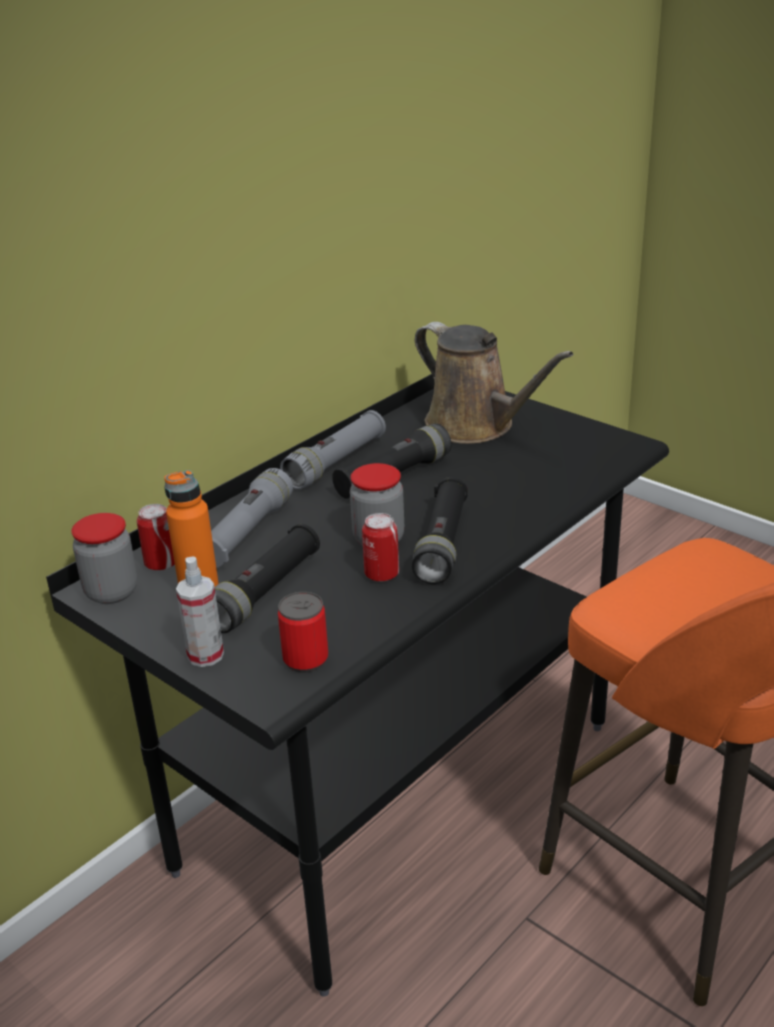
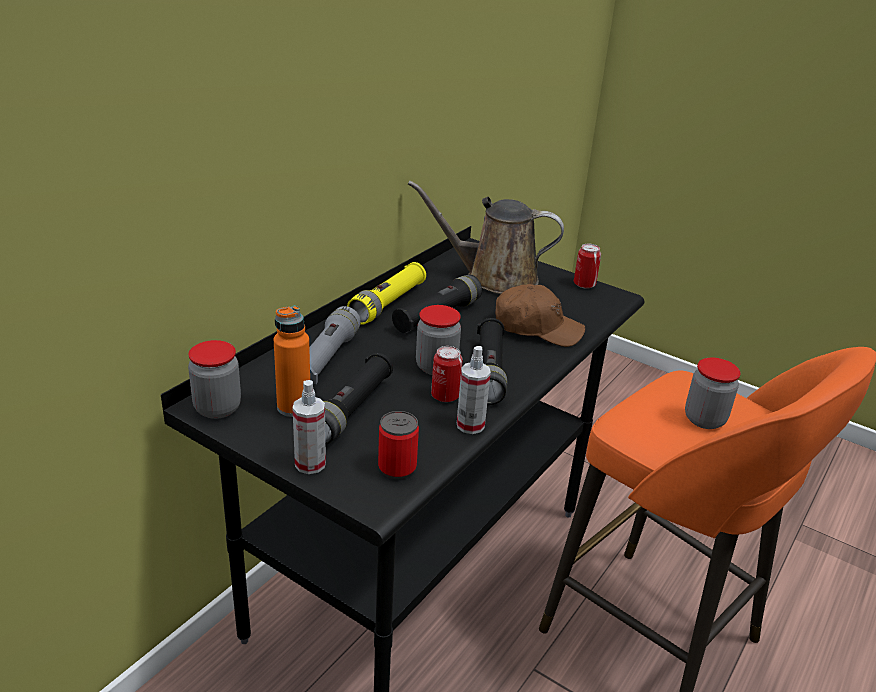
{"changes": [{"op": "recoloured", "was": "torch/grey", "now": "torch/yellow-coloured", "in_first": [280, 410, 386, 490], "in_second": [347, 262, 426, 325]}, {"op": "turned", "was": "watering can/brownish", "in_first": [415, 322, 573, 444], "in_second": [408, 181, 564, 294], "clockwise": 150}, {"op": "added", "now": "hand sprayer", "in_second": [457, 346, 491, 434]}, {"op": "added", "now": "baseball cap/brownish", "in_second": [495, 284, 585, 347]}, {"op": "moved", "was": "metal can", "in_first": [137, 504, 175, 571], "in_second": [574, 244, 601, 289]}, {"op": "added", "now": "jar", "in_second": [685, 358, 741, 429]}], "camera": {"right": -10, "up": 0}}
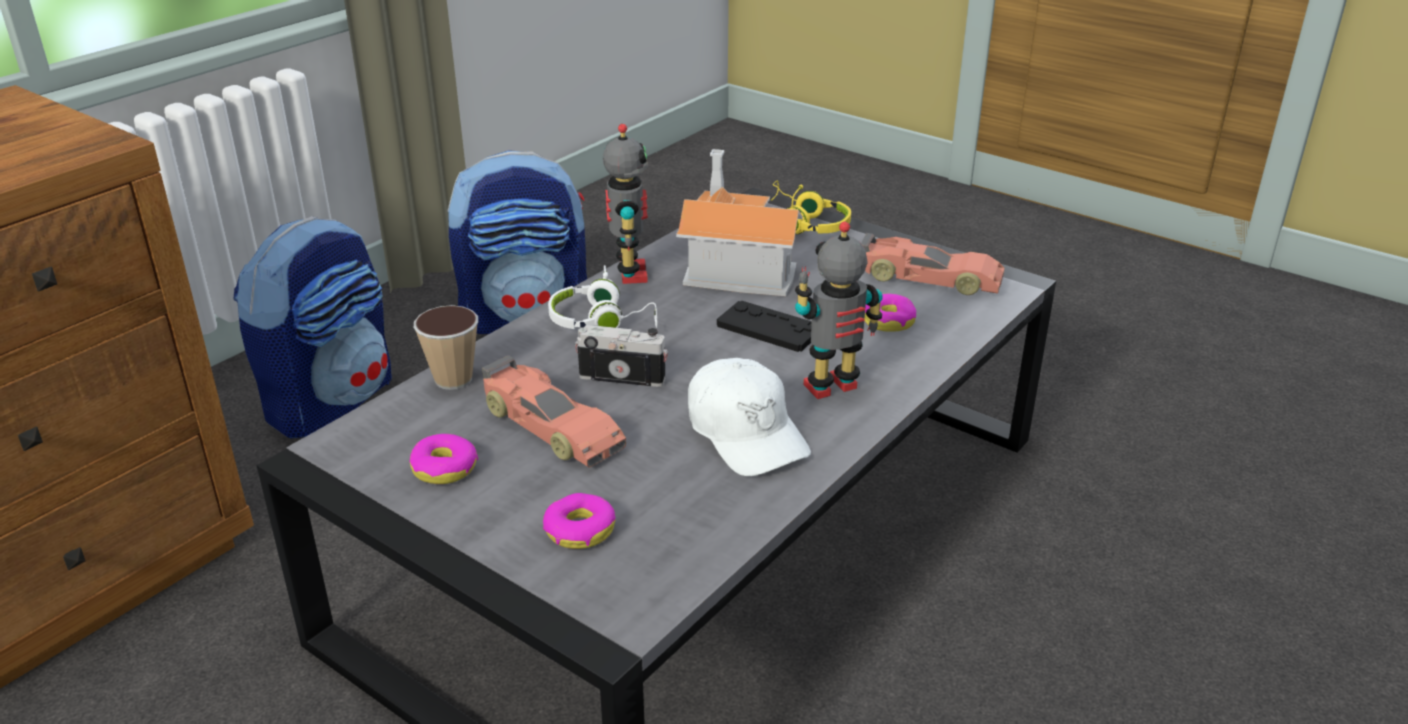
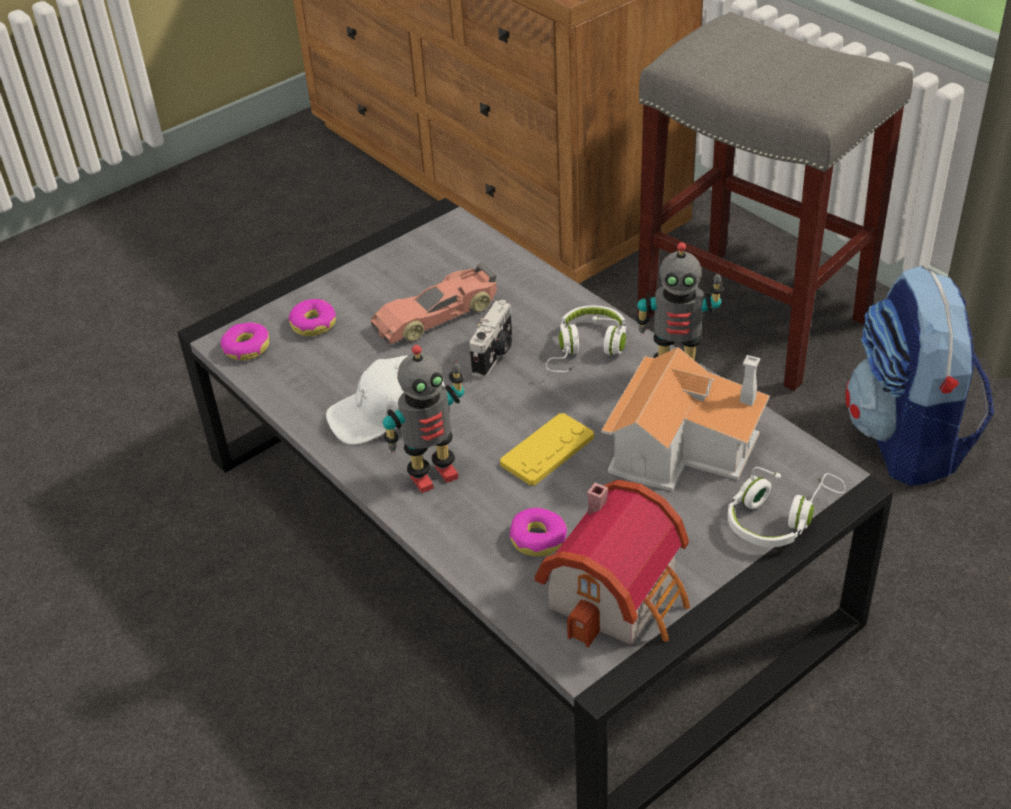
{"changes": [{"op": "moved", "was": "donut", "in_first": [409, 434, 478, 484], "in_second": [220, 322, 269, 360]}, {"op": "turned", "was": "model robot", "in_first": [795, 221, 883, 399], "in_second": [383, 345, 464, 493], "clockwise": 75}, {"op": "recoloured", "was": "joypad/black-coloured", "now": "joypad/yellow-coloured", "in_first": [717, 301, 812, 352], "in_second": [500, 413, 594, 486]}, {"op": "replaced", "was": "model car", "now": "miniature house", "in_first": [861, 233, 1005, 295], "in_second": [535, 480, 690, 647]}, {"op": "replaced", "was": "rucksack", "now": "stool/grey", "in_first": [233, 216, 392, 438], "in_second": [637, 12, 913, 391]}, {"op": "recoloured", "was": "headset/yellow-coloured", "now": "headset/whitish", "in_first": [770, 180, 851, 234], "in_second": [728, 467, 846, 547]}, {"op": "removed", "was": "drinking cup", "in_first": [414, 305, 478, 390]}], "camera": {"right": 105, "up": 10}}
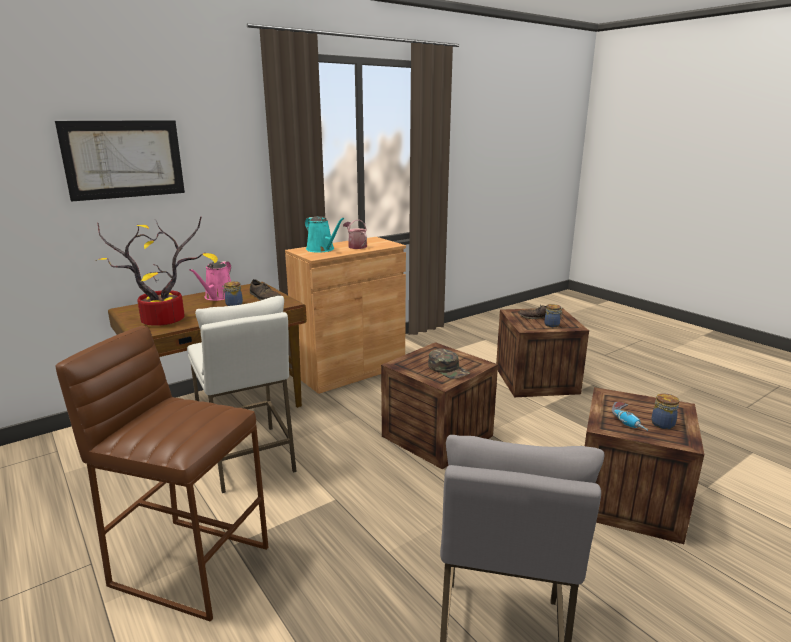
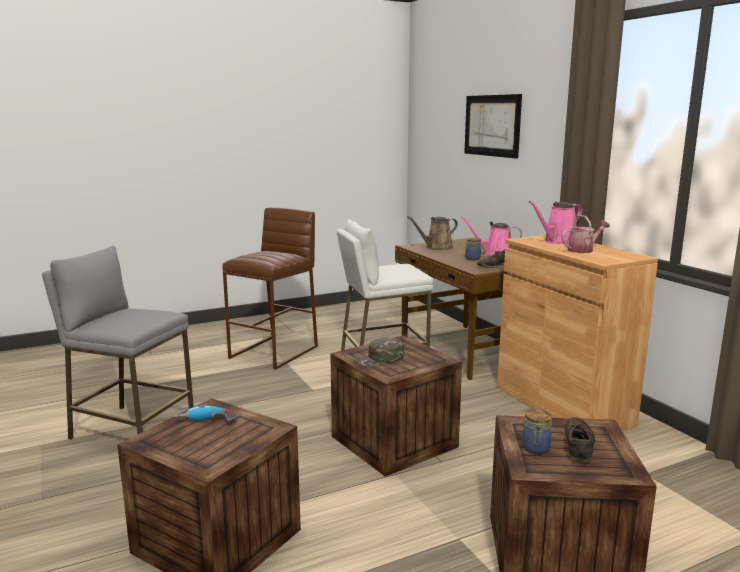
{"changes": [{"op": "replaced", "was": "plant in a pot", "now": "watering can/brownish", "in_first": [98, 217, 218, 326], "in_second": [407, 216, 458, 250]}, {"op": "recoloured", "was": "watering can/turquoise", "now": "watering can/pinkish", "in_first": [305, 216, 344, 252], "in_second": [529, 201, 582, 244]}, {"op": "removed", "was": "jar", "in_first": [652, 393, 679, 429]}], "camera": {"right": 100, "up": -5}}
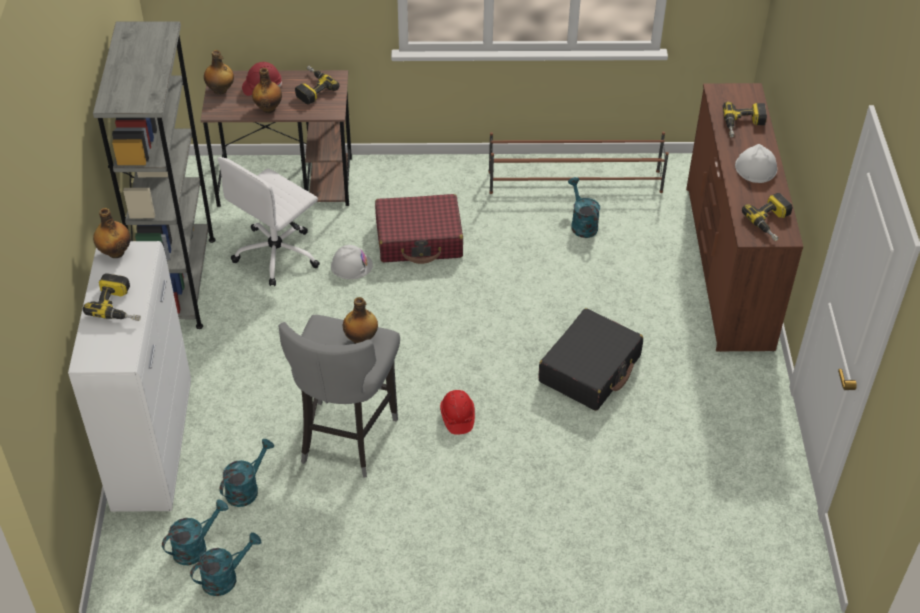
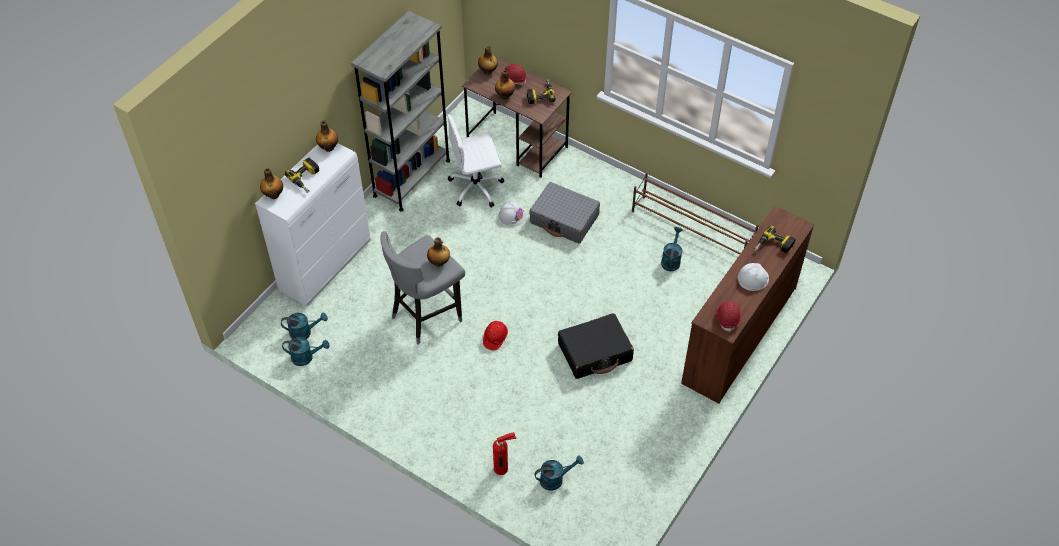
{"changes": [{"op": "added", "now": "bottle", "in_second": [260, 168, 283, 199]}, {"op": "added", "now": "extinguisher", "in_second": [493, 432, 516, 475]}, {"op": "recoloured", "was": "travel case/red", "now": "travel case/grey", "in_first": [375, 194, 463, 264], "in_second": [529, 182, 600, 244]}, {"op": "moved", "was": "watering can/turquoise", "in_first": [219, 439, 274, 507], "in_second": [535, 455, 584, 491]}, {"op": "replaced", "was": "drill", "now": "safety helmet/red", "in_first": [742, 193, 792, 241], "in_second": [716, 301, 742, 332]}], "camera": {"right": 35, "up": 5}}
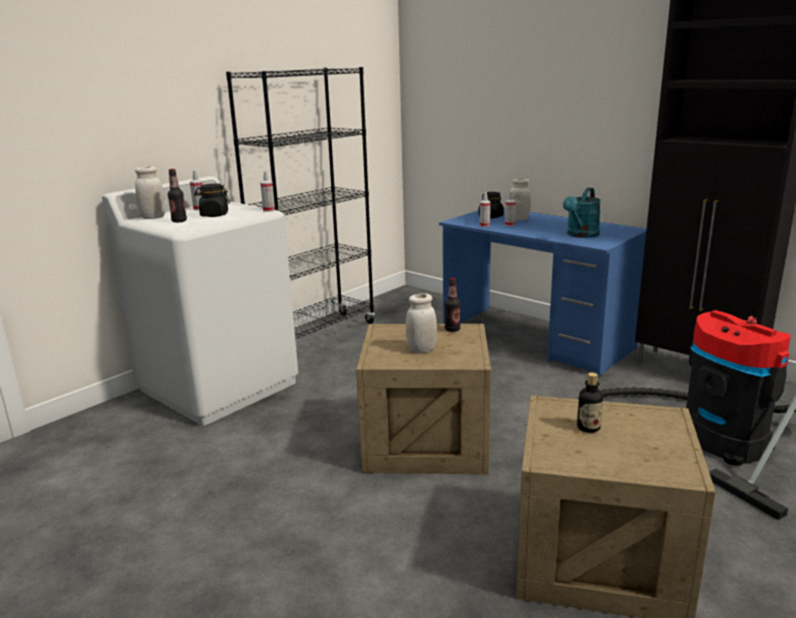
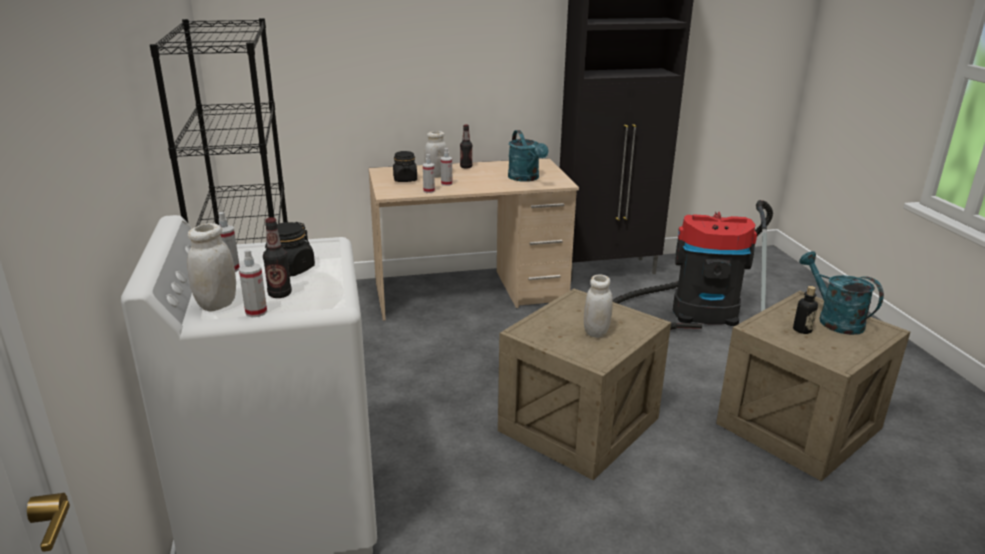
{"changes": [{"op": "moved", "was": "hand sprayer", "in_first": [260, 171, 275, 212], "in_second": [239, 249, 267, 317]}, {"op": "recoloured", "was": "desk unit/bluish", "now": "desk unit/sand-coloured", "in_first": [439, 209, 647, 376], "in_second": [369, 158, 579, 321]}, {"op": "moved", "was": "bottle", "in_first": [445, 278, 460, 332], "in_second": [460, 124, 473, 169]}, {"op": "added", "now": "watering can/turquoise", "in_second": [799, 251, 884, 335]}], "camera": {"right": -55, "up": 5}}
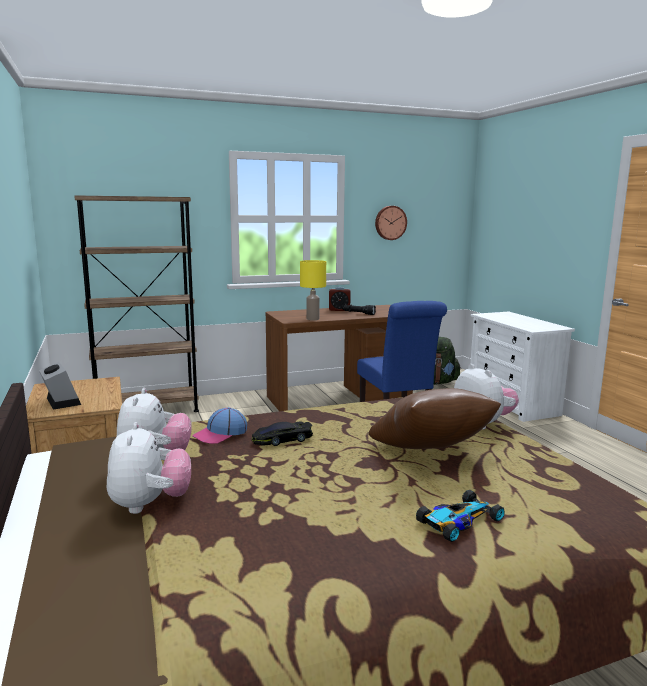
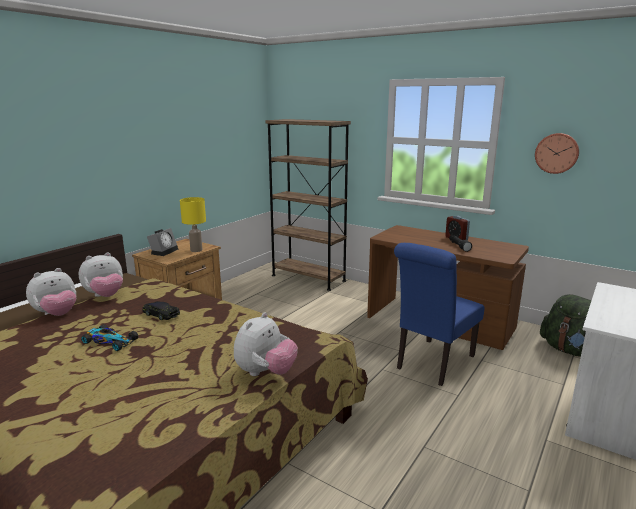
{"changes": [{"op": "moved", "was": "model car", "in_first": [416, 490, 505, 542], "in_second": [81, 324, 138, 351]}, {"op": "moved", "was": "tabletop lamp/yellow-coloured", "in_first": [300, 260, 326, 320], "in_second": [180, 197, 206, 252]}, {"op": "removed", "was": "baseball cap", "in_first": [193, 407, 247, 444]}, {"op": "removed", "was": "pillow/brownish", "in_first": [368, 388, 501, 449]}], "camera": {"right": 55, "up": 5}}
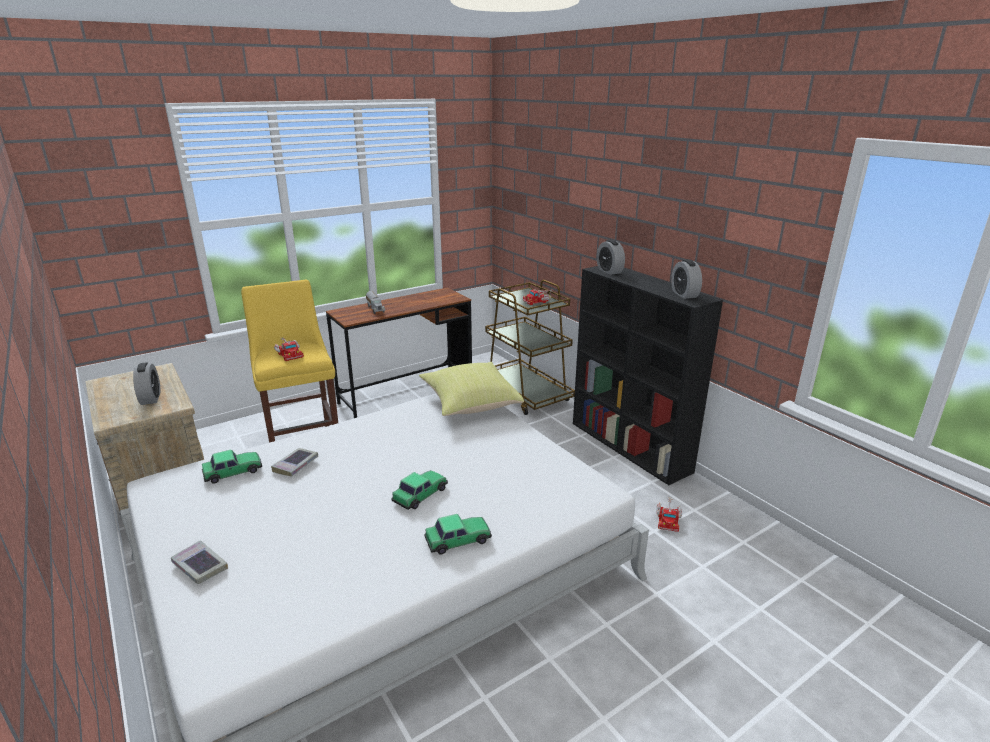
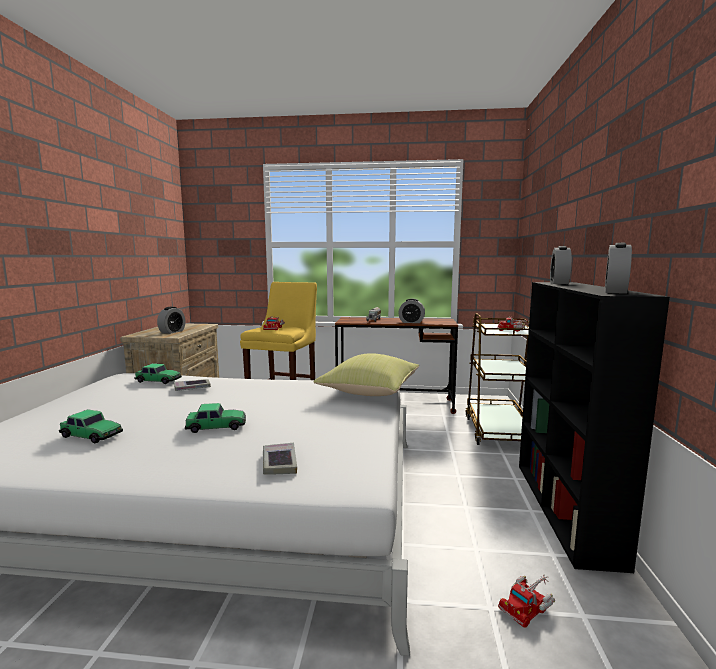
{"changes": [{"op": "moved", "was": "model car", "in_first": [424, 514, 492, 554], "in_second": [59, 409, 123, 444]}, {"op": "moved", "was": "volume", "in_first": [171, 540, 228, 584], "in_second": [263, 443, 297, 474]}, {"op": "added", "now": "table clock", "in_second": [399, 298, 425, 323]}], "camera": {"right": 40, "up": -15}}
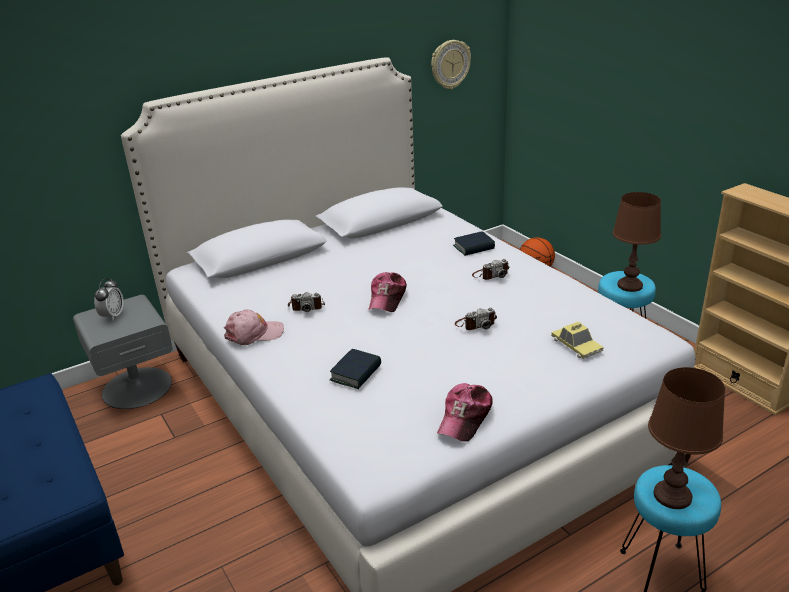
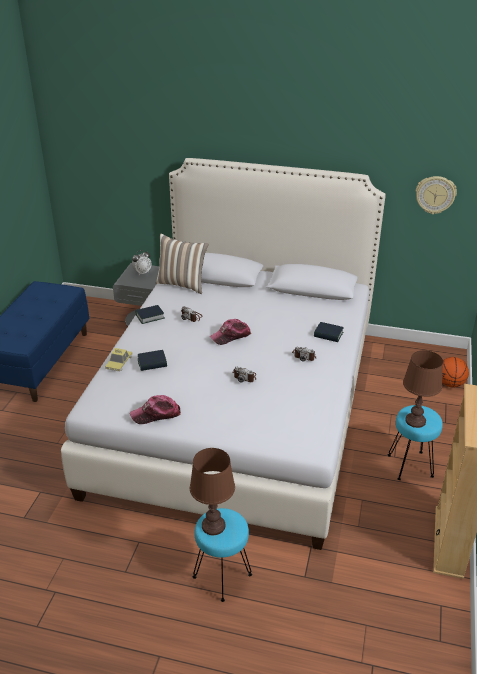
{"changes": [{"op": "moved", "was": "model car", "in_first": [551, 321, 604, 359], "in_second": [105, 348, 133, 372]}, {"op": "replaced", "was": "baseball cap/pinkish", "now": "volume", "in_first": [224, 309, 284, 345], "in_second": [135, 305, 165, 324]}, {"op": "added", "now": "pillow", "in_second": [156, 233, 209, 294]}], "camera": {"right": 45, "up": 5}}
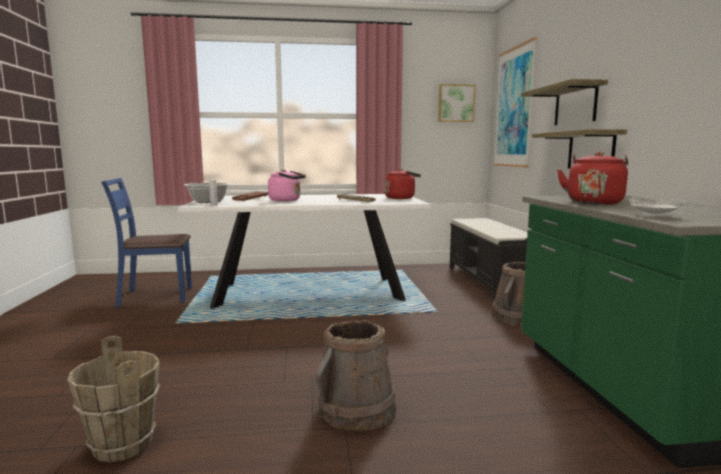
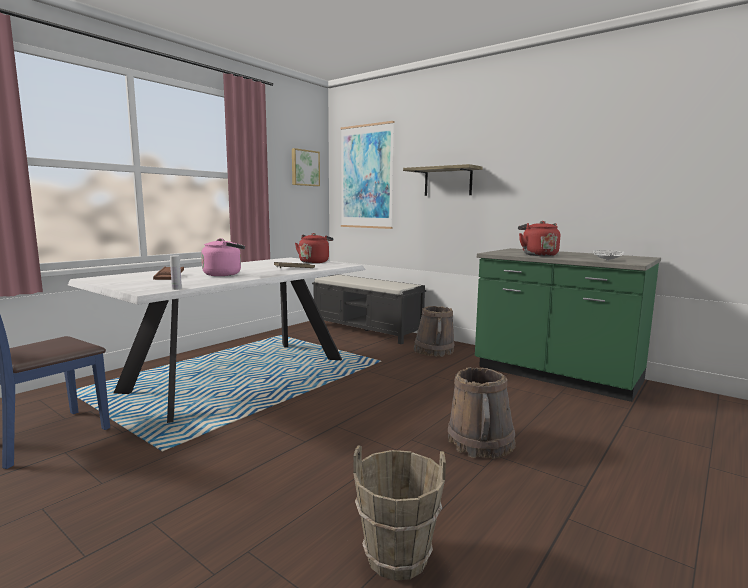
{"changes": [{"op": "removed", "was": "cooking pot", "in_first": [184, 183, 230, 203]}, {"op": "removed", "was": "wall shelf", "in_first": [532, 129, 627, 168]}], "camera": {"right": -45, "up": 0}}
